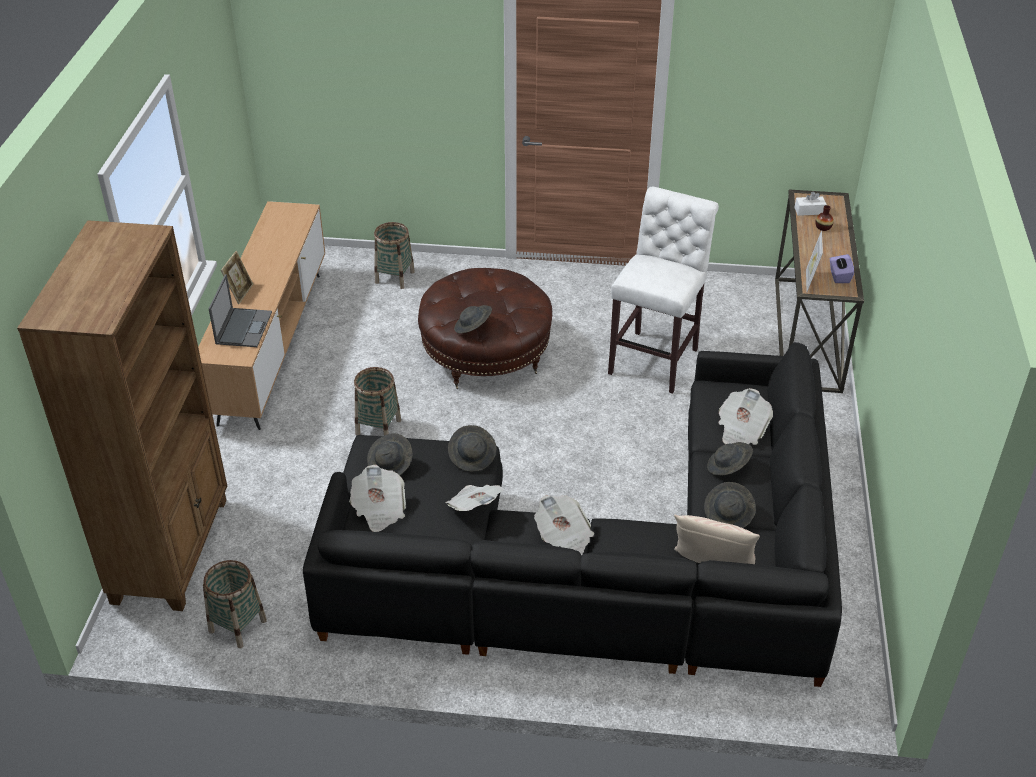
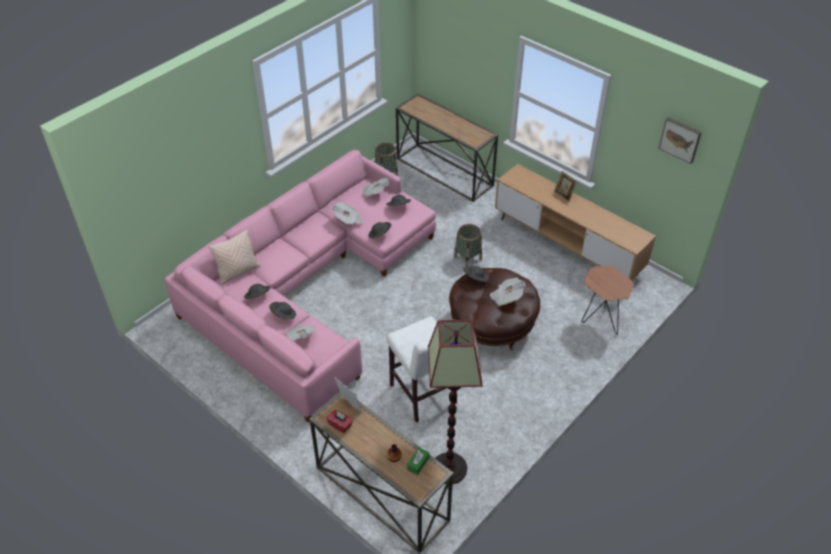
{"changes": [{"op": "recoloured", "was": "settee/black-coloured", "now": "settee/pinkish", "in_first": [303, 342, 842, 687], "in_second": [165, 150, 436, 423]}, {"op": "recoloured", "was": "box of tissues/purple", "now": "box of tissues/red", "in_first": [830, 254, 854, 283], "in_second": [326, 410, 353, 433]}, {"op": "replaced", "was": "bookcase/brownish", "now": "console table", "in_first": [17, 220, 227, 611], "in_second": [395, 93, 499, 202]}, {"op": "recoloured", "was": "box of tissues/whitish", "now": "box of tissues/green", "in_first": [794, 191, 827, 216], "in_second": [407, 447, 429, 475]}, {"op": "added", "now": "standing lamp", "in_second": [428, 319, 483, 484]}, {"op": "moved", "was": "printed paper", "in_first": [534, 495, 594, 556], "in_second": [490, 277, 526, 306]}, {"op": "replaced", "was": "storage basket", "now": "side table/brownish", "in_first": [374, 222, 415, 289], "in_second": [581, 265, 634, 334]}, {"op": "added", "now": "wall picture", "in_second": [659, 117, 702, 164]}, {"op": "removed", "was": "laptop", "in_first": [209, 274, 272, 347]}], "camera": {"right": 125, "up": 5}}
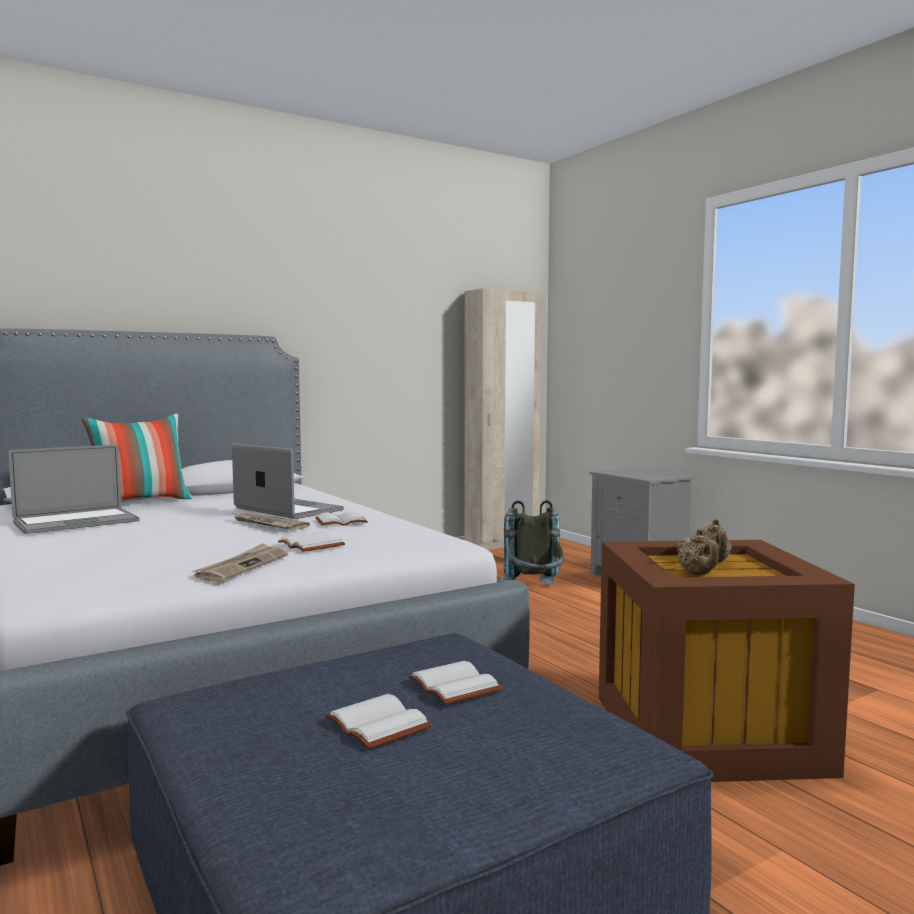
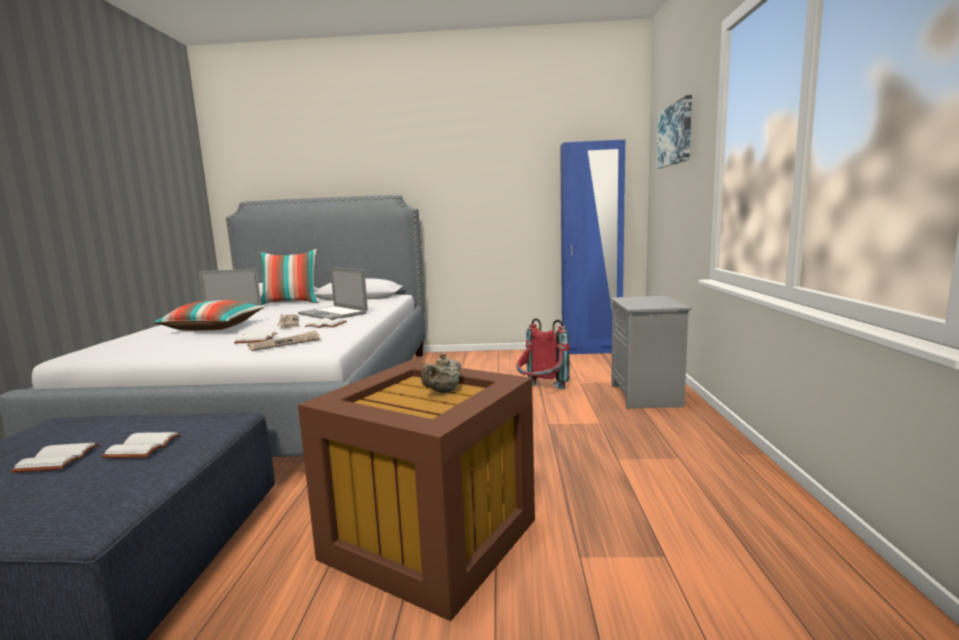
{"changes": [{"op": "added", "now": "pillow", "in_second": [153, 300, 264, 331]}, {"op": "moved", "was": "printed paper", "in_first": [192, 543, 288, 582], "in_second": [248, 331, 320, 351]}, {"op": "turned", "was": "laptop", "in_first": [232, 443, 344, 519], "in_second": [298, 267, 368, 320], "clockwise": 150}, {"op": "recoloured", "was": "rucksack/grey", "now": "rucksack/red", "in_first": [501, 500, 564, 585], "in_second": [516, 318, 570, 390]}, {"op": "recoloured", "was": "wardrobe/sand-coloured", "now": "wardrobe/bluish", "in_first": [465, 288, 541, 550], "in_second": [560, 140, 625, 354]}, {"op": "added", "now": "wall picture", "in_second": [656, 95, 692, 169]}, {"op": "removed", "was": "tea pot/sand-coloured", "in_first": [676, 529, 719, 575]}], "camera": {"right": 35, "up": 5}}
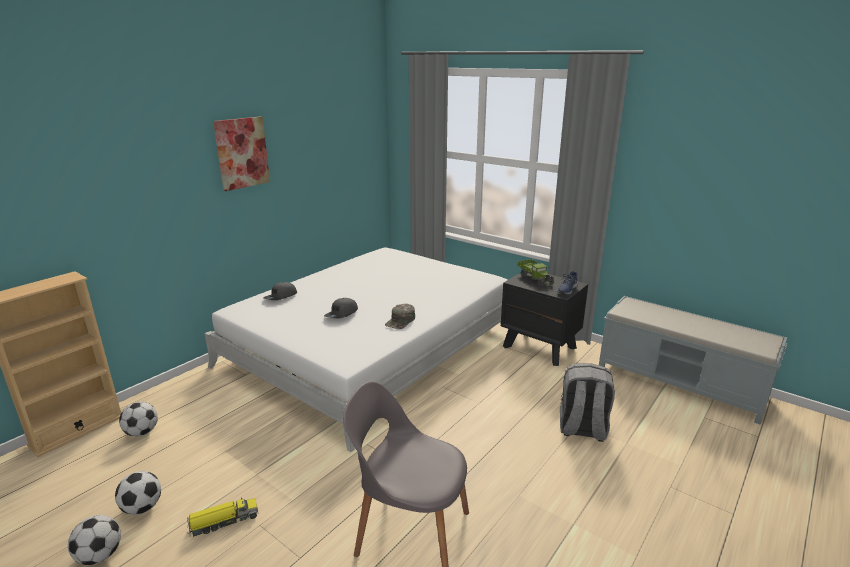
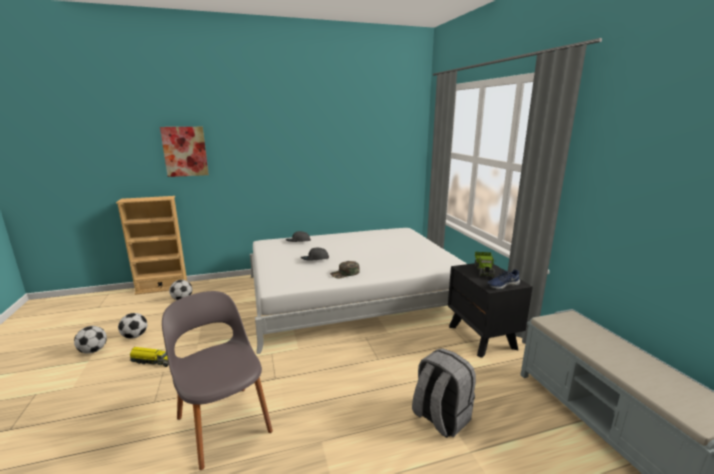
{"changes": [{"op": "moved", "was": "wall picture", "in_first": [213, 116, 270, 191], "in_second": [160, 127, 209, 177]}], "camera": {"right": 35, "up": -5}}
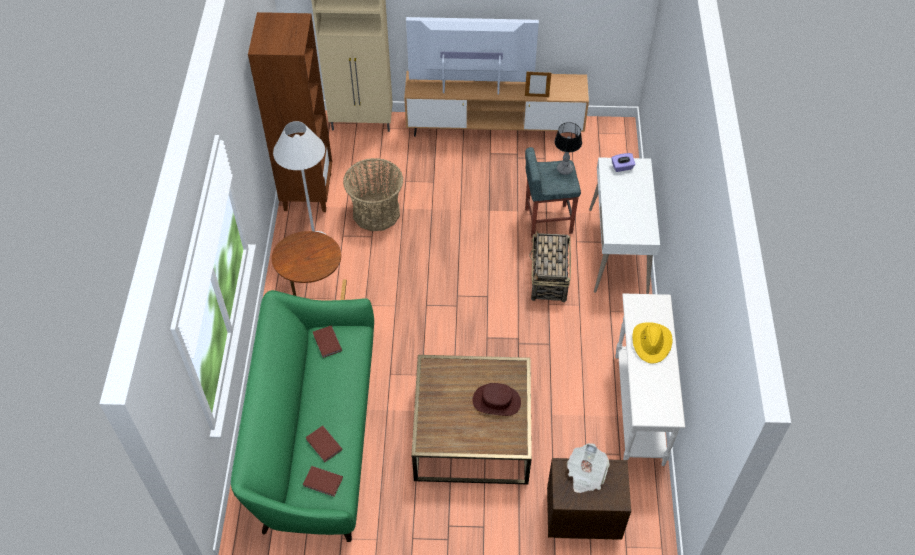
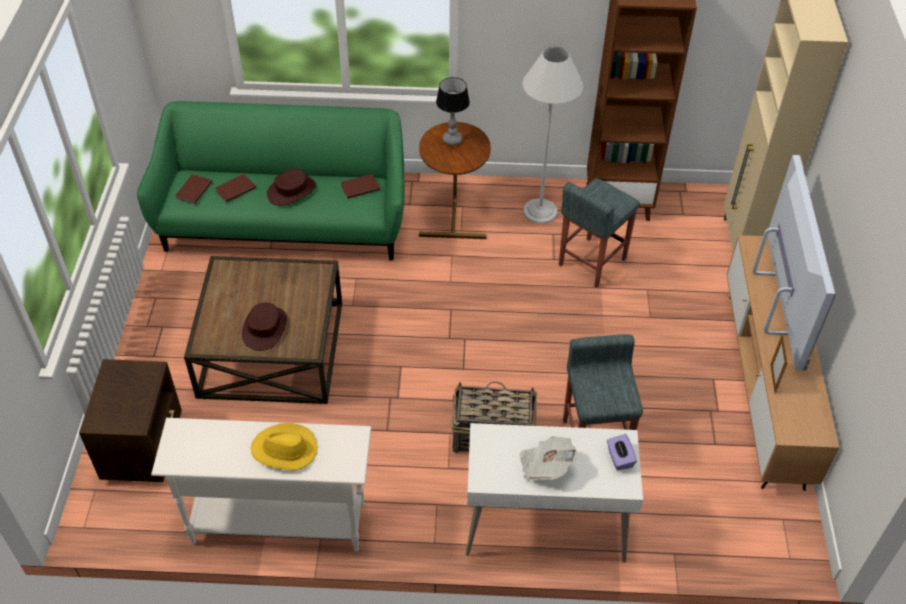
{"changes": [{"op": "added", "now": "hat/brownish", "in_second": [267, 168, 316, 206]}, {"op": "moved", "was": "tabletop lamp", "in_first": [554, 122, 582, 175], "in_second": [436, 77, 470, 145]}, {"op": "moved", "was": "printed paper", "in_first": [567, 443, 610, 493], "in_second": [520, 436, 577, 480]}, {"op": "replaced", "was": "storage basket", "now": "stool/grey", "in_first": [343, 158, 403, 231], "in_second": [559, 178, 640, 288]}], "camera": {"right": 90, "up": -5}}
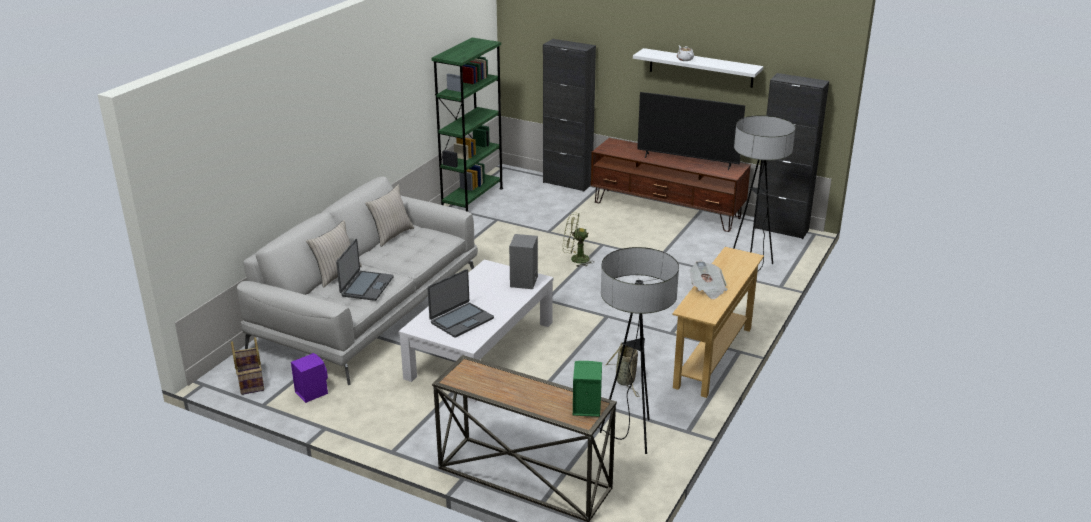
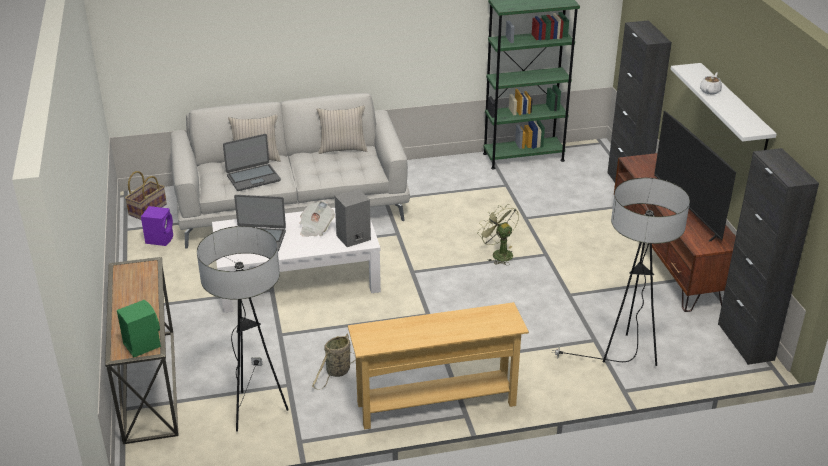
{"changes": [{"op": "moved", "was": "printed paper", "in_first": [689, 260, 728, 299], "in_second": [299, 201, 335, 237]}], "camera": {"right": 50, "up": 5}}
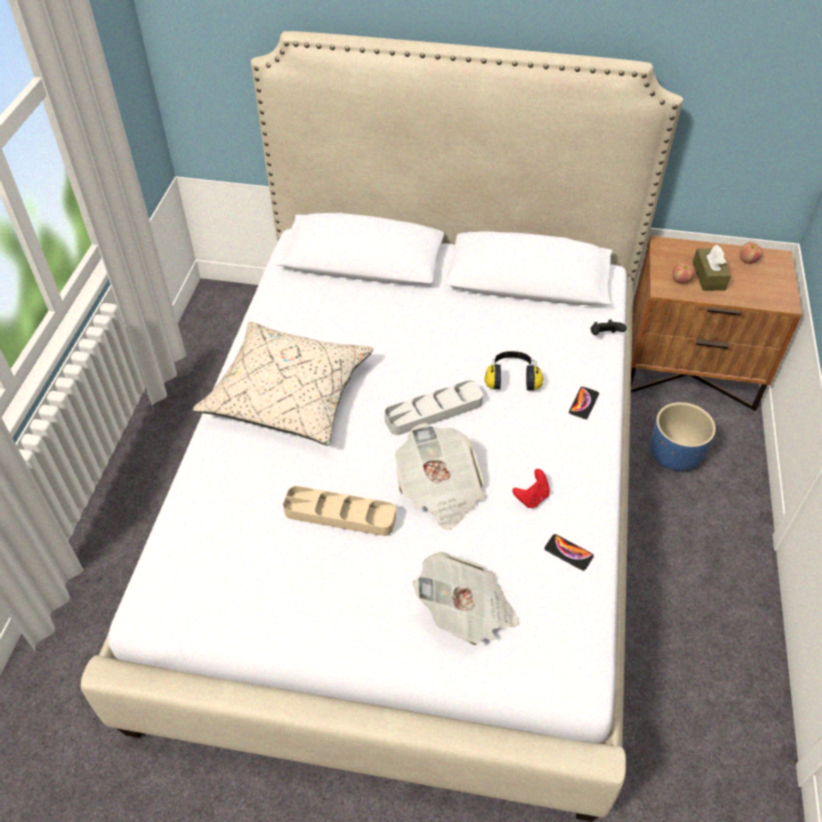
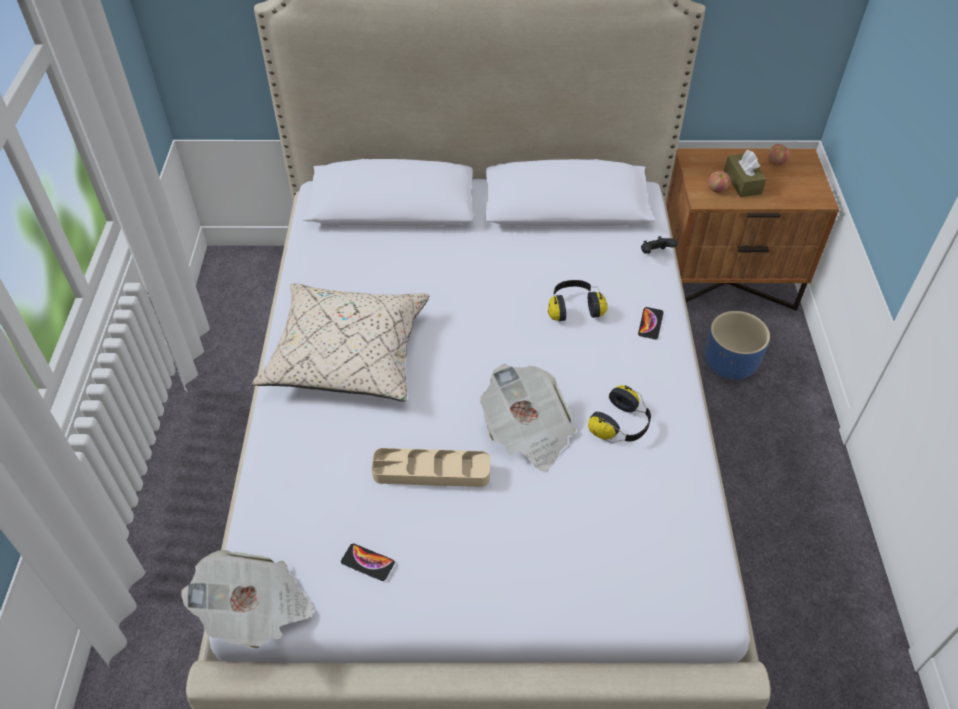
{"changes": [{"op": "moved", "was": "printed paper", "in_first": [413, 552, 520, 645], "in_second": [181, 550, 314, 649]}, {"op": "moved", "was": "telephone", "in_first": [544, 534, 594, 571], "in_second": [341, 543, 395, 581]}, {"op": "replaced", "was": "joypad/red", "now": "headset", "in_first": [512, 469, 550, 508], "in_second": [588, 385, 651, 443]}, {"op": "removed", "was": "serving tray/grey", "in_first": [385, 380, 483, 435]}], "camera": {"right": -10, "up": 0}}
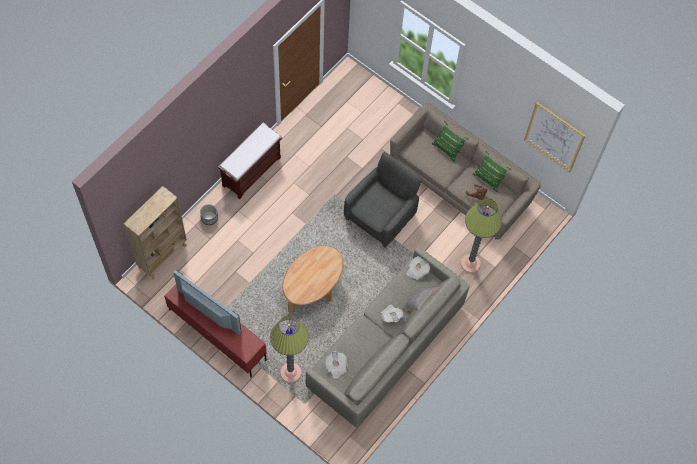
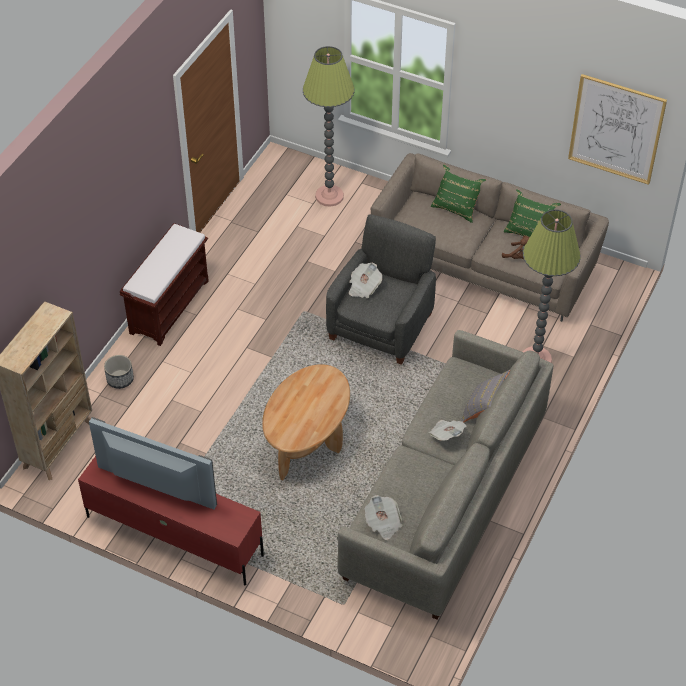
{"changes": [{"op": "moved", "was": "standing lamp", "in_first": [270, 315, 309, 383], "in_second": [303, 46, 355, 207]}, {"op": "moved", "was": "printed paper", "in_first": [406, 256, 430, 280], "in_second": [349, 263, 382, 298]}], "camera": {"right": -10, "up": -15}}
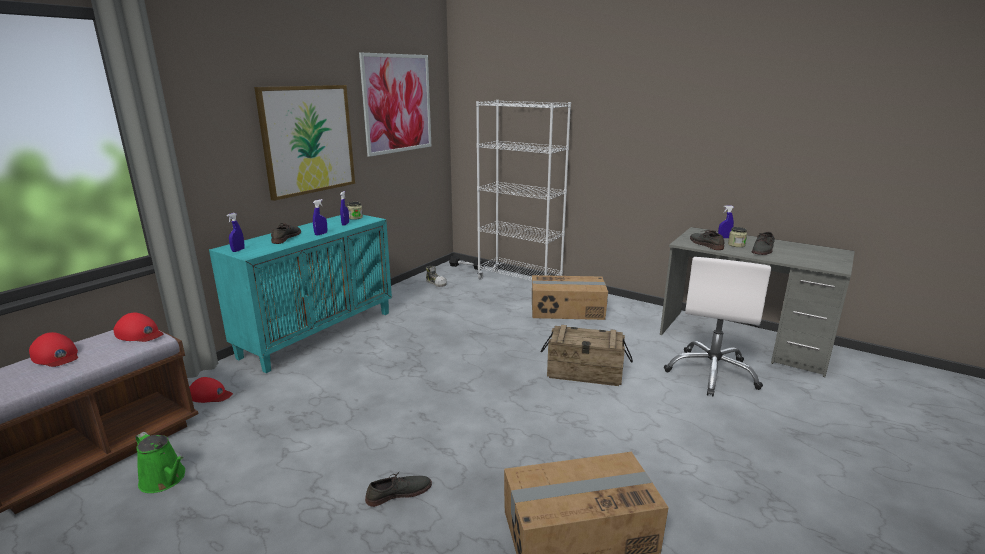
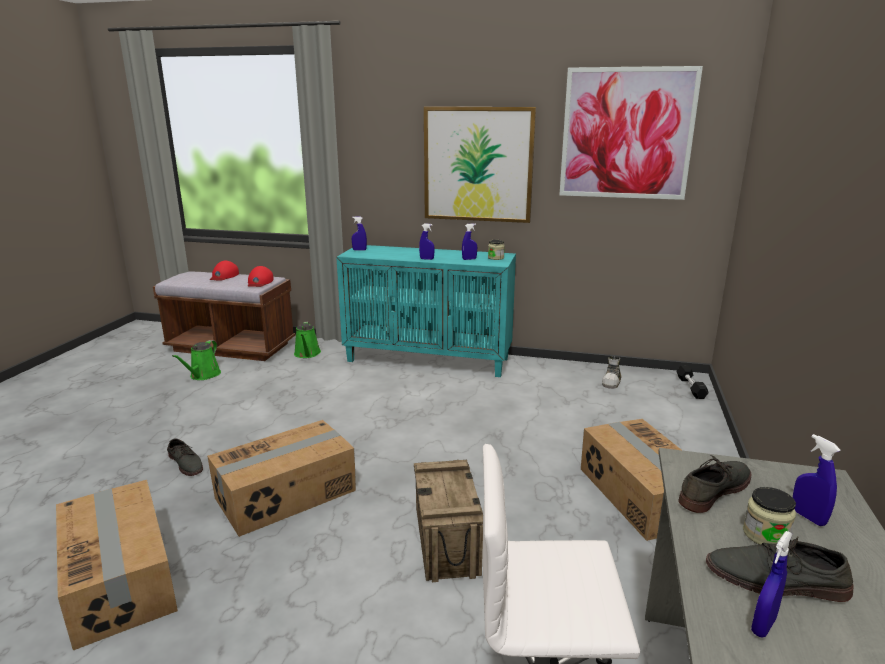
{"changes": [{"op": "added", "now": "carton", "in_second": [207, 420, 356, 537]}, {"op": "replaced", "was": "baseball cap/red", "now": "watering can/green", "in_first": [189, 377, 233, 403], "in_second": [294, 322, 321, 358]}, {"op": "added", "now": "hand sprayer/bluish", "in_second": [751, 531, 792, 637]}, {"op": "removed", "was": "shoe/grey", "in_first": [271, 223, 301, 244]}, {"op": "removed", "was": "bookcase/whitish", "in_first": [476, 100, 571, 281]}], "camera": {"right": 70, "up": 0}}
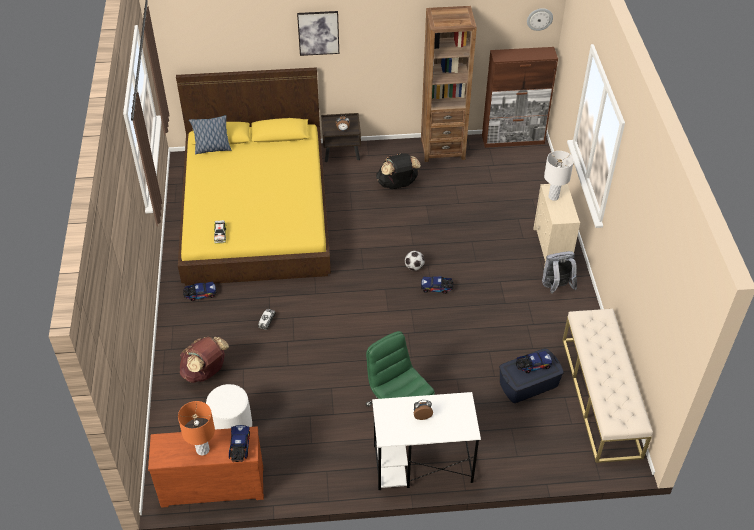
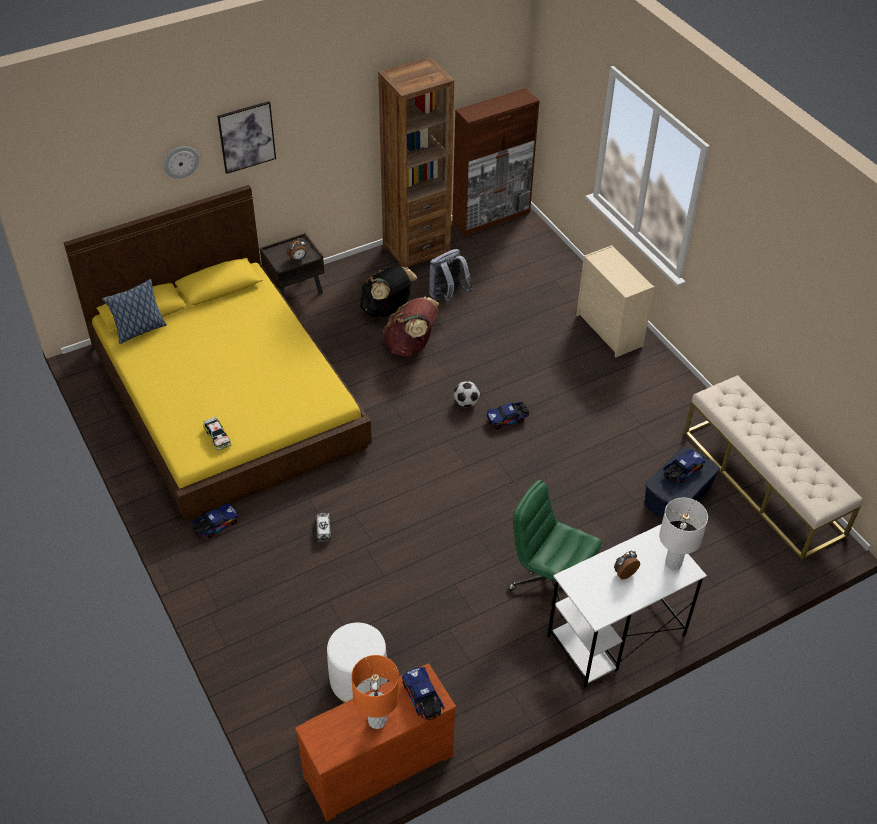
{"changes": [{"op": "moved", "was": "hanging clock", "in_first": [527, 8, 553, 31], "in_second": [164, 147, 199, 179]}, {"op": "moved", "was": "rucksack/brownish", "in_first": [180, 337, 229, 383], "in_second": [382, 297, 439, 357]}, {"op": "moved", "was": "rucksack/grey", "in_first": [542, 251, 577, 294], "in_second": [429, 249, 473, 303]}, {"op": "moved", "was": "tabletop lamp/whitish", "in_first": [544, 151, 574, 201], "in_second": [659, 498, 708, 570]}], "camera": {"right": -25, "up": 0}}
